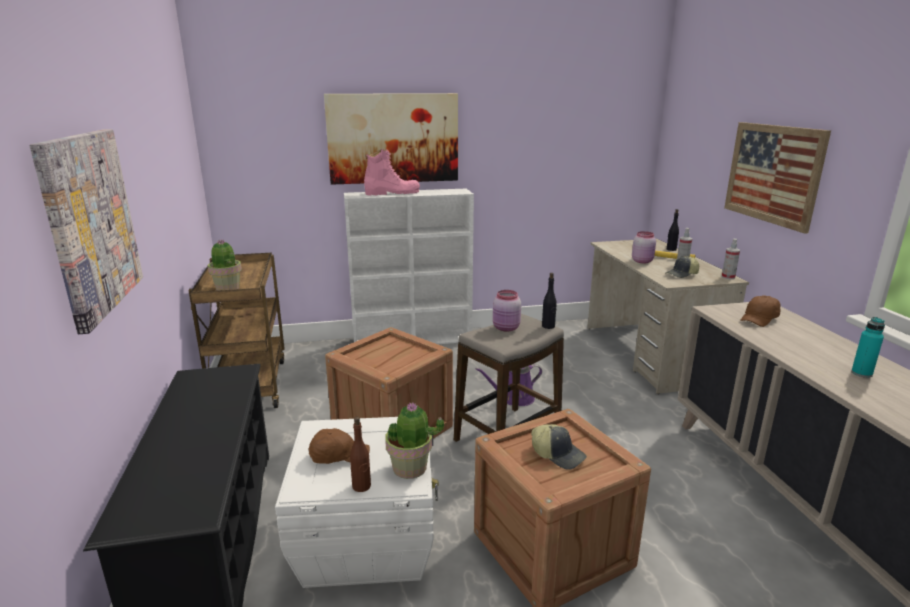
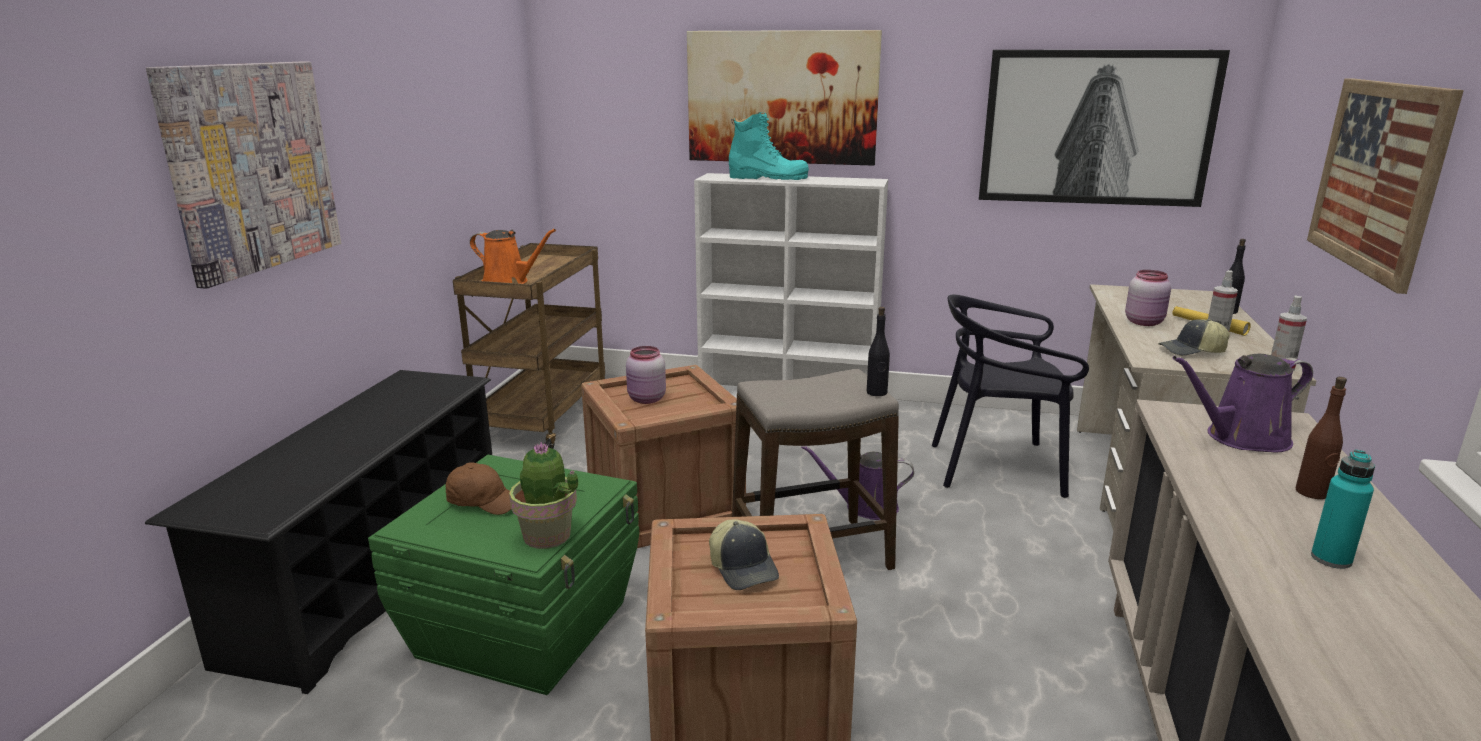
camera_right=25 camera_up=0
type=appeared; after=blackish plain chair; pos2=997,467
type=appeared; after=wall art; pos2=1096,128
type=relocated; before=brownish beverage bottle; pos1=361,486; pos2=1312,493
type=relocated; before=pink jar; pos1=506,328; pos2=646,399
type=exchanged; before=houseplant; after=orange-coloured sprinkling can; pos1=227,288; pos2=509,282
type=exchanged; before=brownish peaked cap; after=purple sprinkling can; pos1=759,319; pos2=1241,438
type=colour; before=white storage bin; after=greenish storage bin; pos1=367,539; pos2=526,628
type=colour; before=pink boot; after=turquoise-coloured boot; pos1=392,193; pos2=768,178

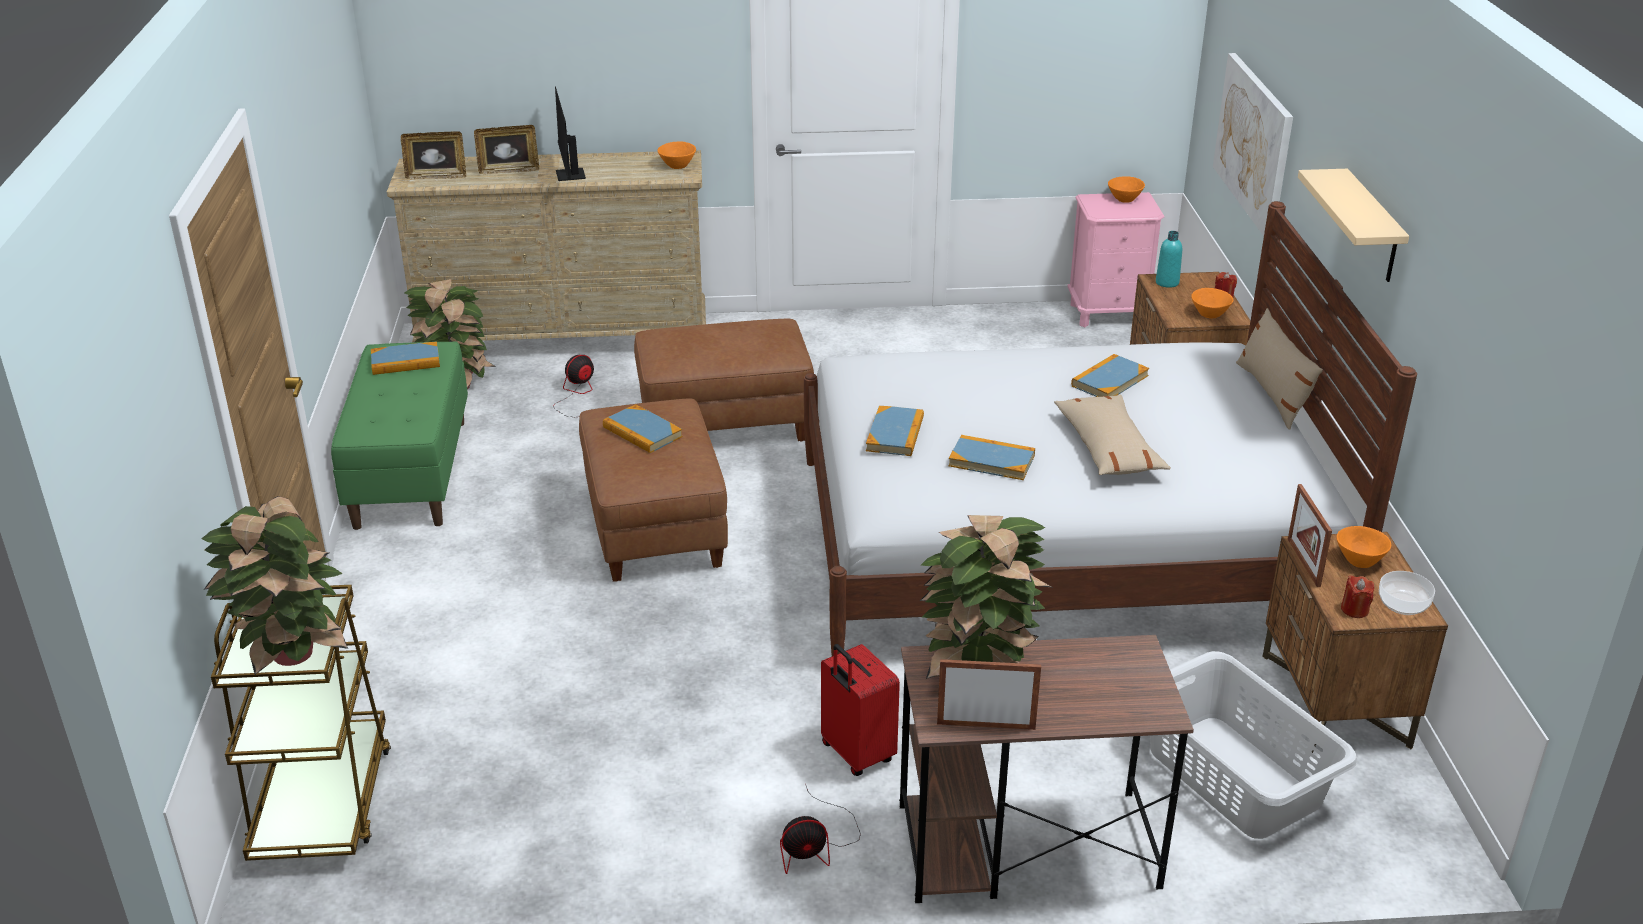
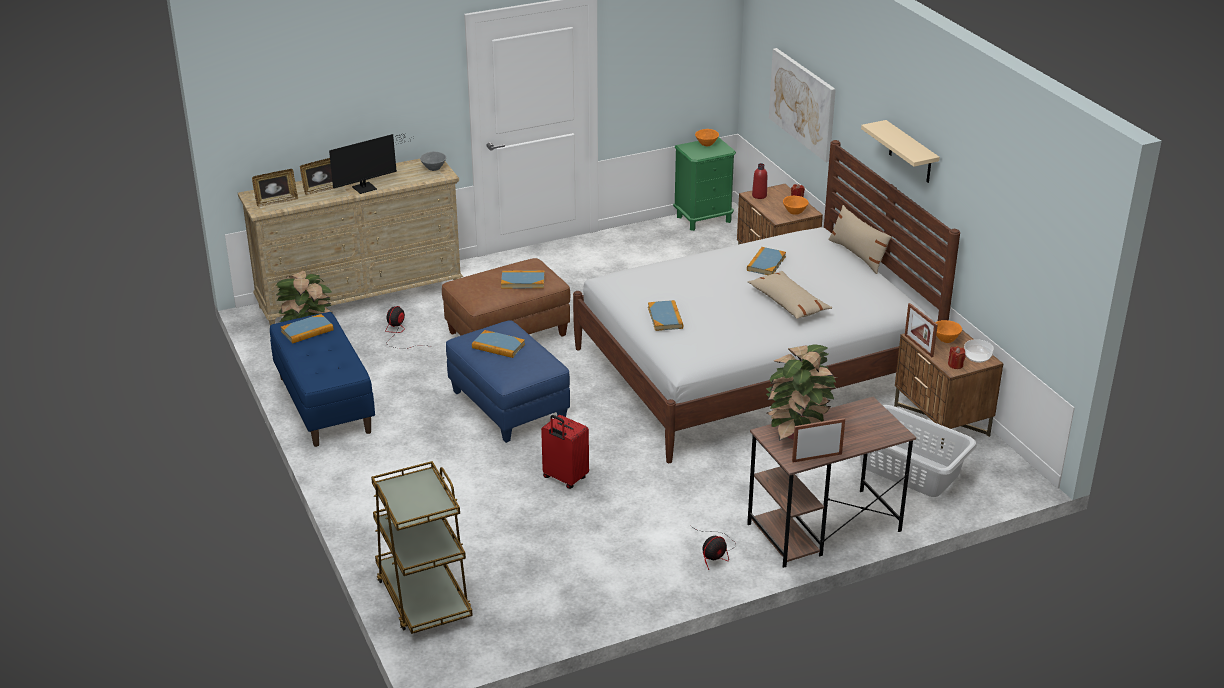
camera_right=-20 camera_up=0
type=missing; before=houseplant; pos1=290,656
type=relocated; before=red-coloured travel case; pos1=856,754; pos2=564,478
type=relocated; before=bound book; pos1=991,461; pos2=523,281
type=colour; before=greenish long seat; after=bluish long seat; pos1=410,472; pos2=324,404
type=colour; before=brownish ottoman; after=bluish ottoman; pos1=653,528; pos2=507,406
type=colour; before=orange-coloured deep dish; after=greyish deep dish; pos1=676,166; pos2=433,168
type=colour; before=pink bedside table; after=greenish bedside table; pos1=1109,313; pos2=703,219
type=colour; before=turquoise-coloured beverage bottle; after=red-coloured beverage bottle; pos1=1167,282; pos2=759,195
type=spun; before=monitor; pos1=569,176; pos2=368,187; turn=-90

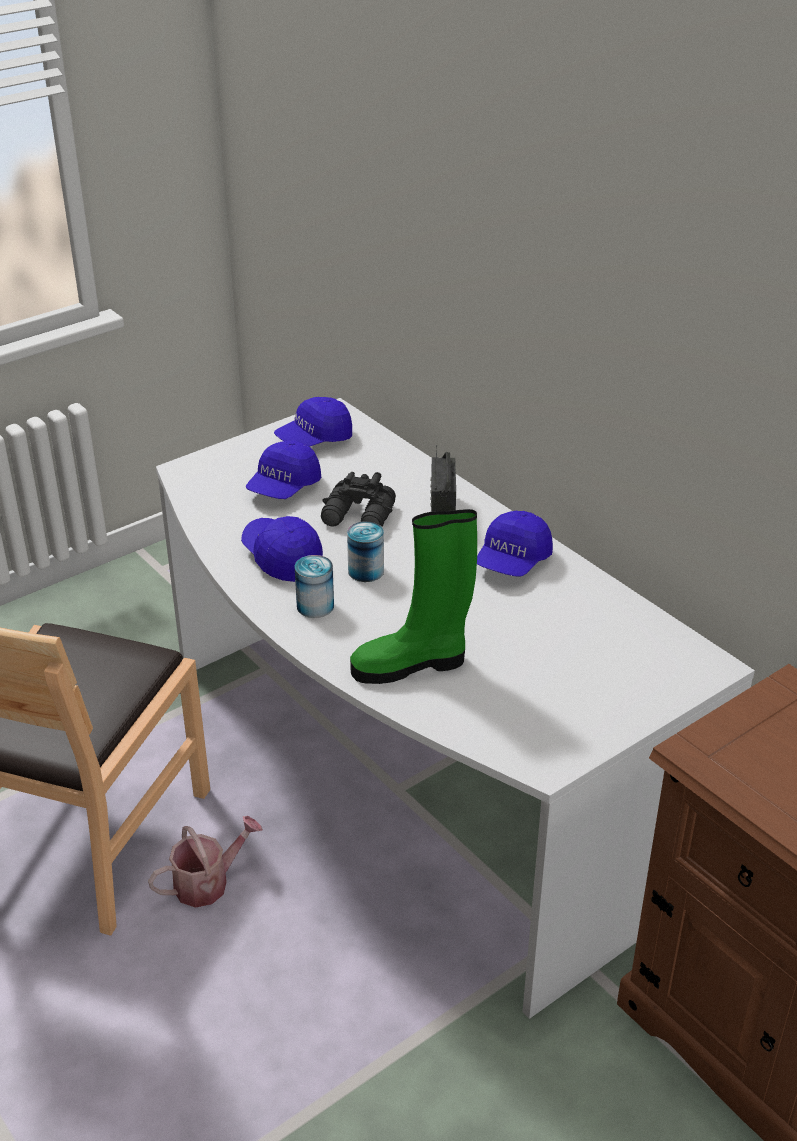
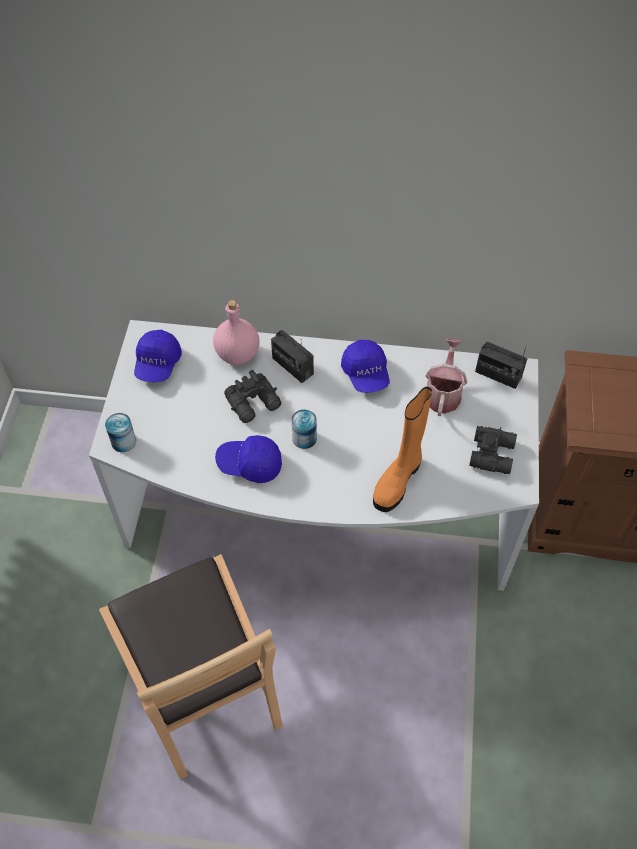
camera_right=-45 camera_up=20
type=missing; before=bluish peaked cap; pos1=284,487
type=appeared; after=pink beverage bottle; pos2=238,354
type=appeared; after=blackish binoculars; pos2=493,453
type=appeared; after=radio set; pos2=498,375
type=relocated; before=sprinkling can; pos1=208,882; pos2=443,393
type=relocated; before=sealed can; pos1=315,606; pos2=123,441
type=colour; before=greenish boot; after=orange-coloured boot; pos1=412,665; pos2=398,480

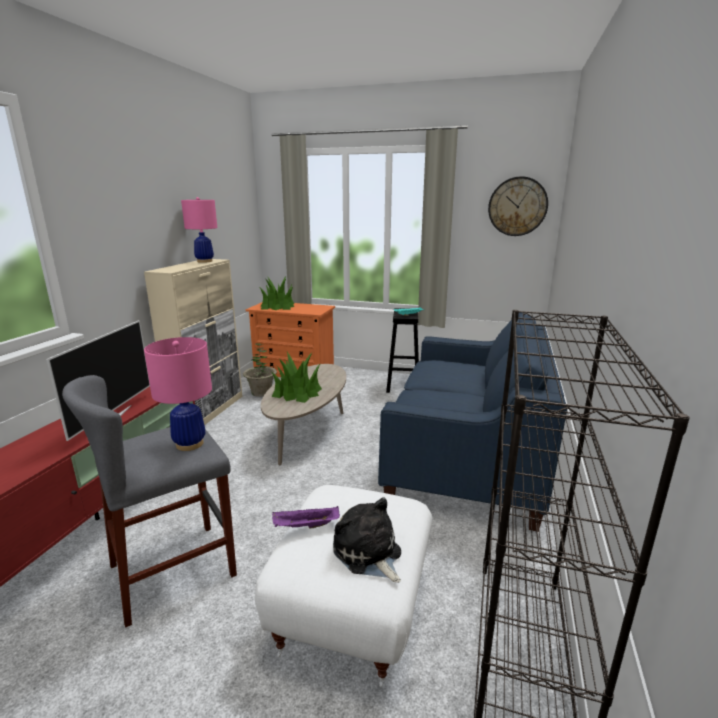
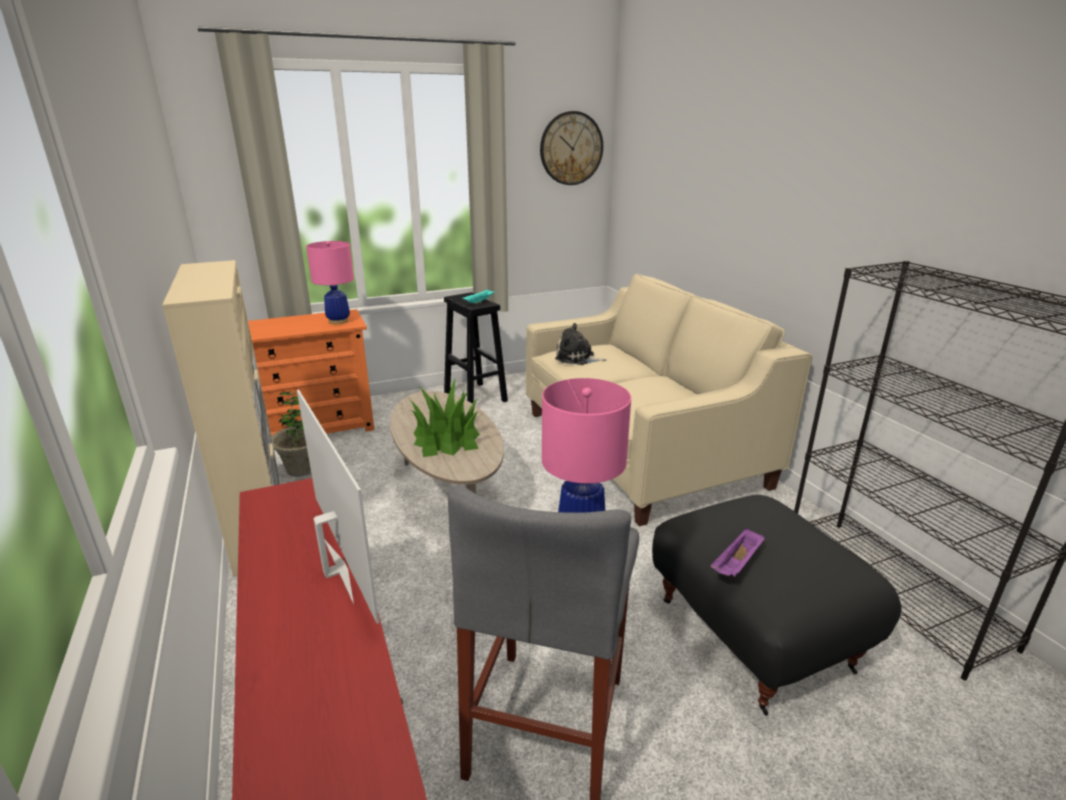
camera_right=-40 camera_up=5
type=missing; before=houseplant; pos1=277,306
type=relocated; before=pink lamp for a table; pos1=205,261; pos2=338,321
type=relocated; before=soft toy; pos1=368,553; pos2=577,358
type=colour; before=white ottoman; after=blackish ottoman; pos1=353,610; pos2=756,633
type=colour; before=bluish sofa; after=sand-coloured sofa; pos1=467,455; pos2=640,448

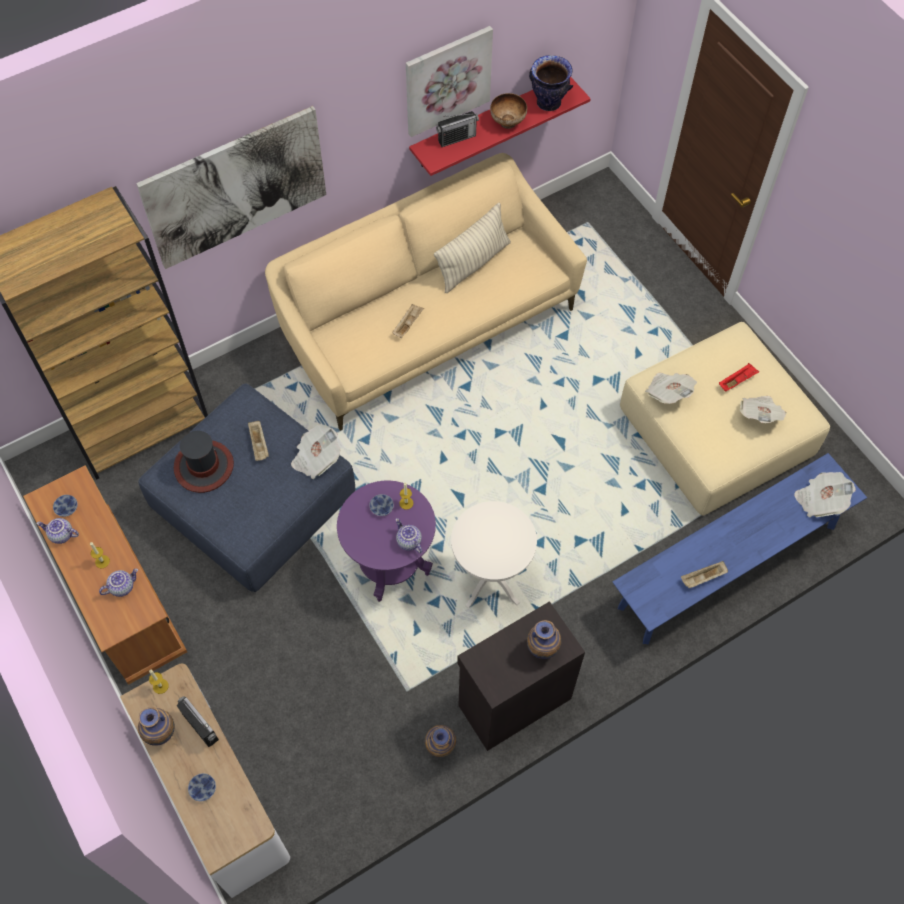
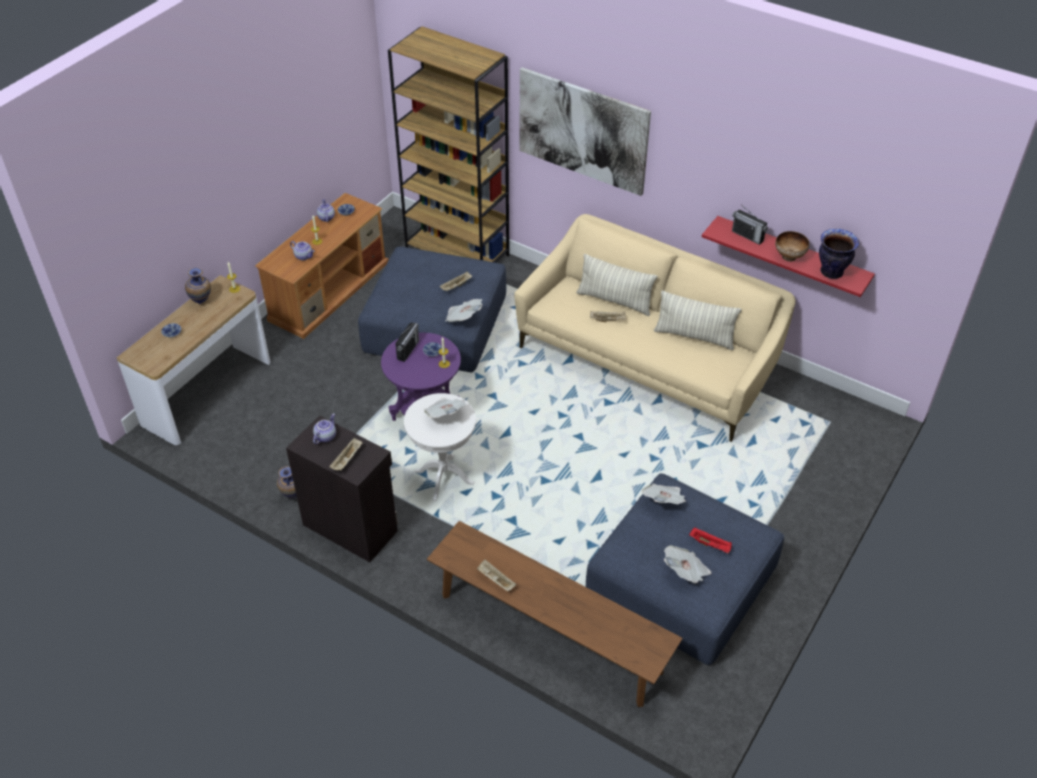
camera_right=65 camera_up=-15
type=missing; before=wearable hat; pos1=204,467
type=missing; before=wall art; pos1=447,80
type=appeared; after=cushion; pos2=614,301
type=relocated; before=radio set; pos1=200,726; pos2=408,350
type=relocated; before=teapot; pos1=408,542; pos2=325,436
type=relocated; before=printed paper; pos1=820,500; pos2=445,415
type=exchanged; before=decorative vase; after=sand-coloured carrying tray; pos1=542,649; pos2=347,460
type=colour; before=bluish long seat; after=brownish long seat; pos1=728,566; pos2=549,633
type=colour; before=sand-coloured ottoman; after=bluish ottoman; pos1=717,431; pos2=682,583

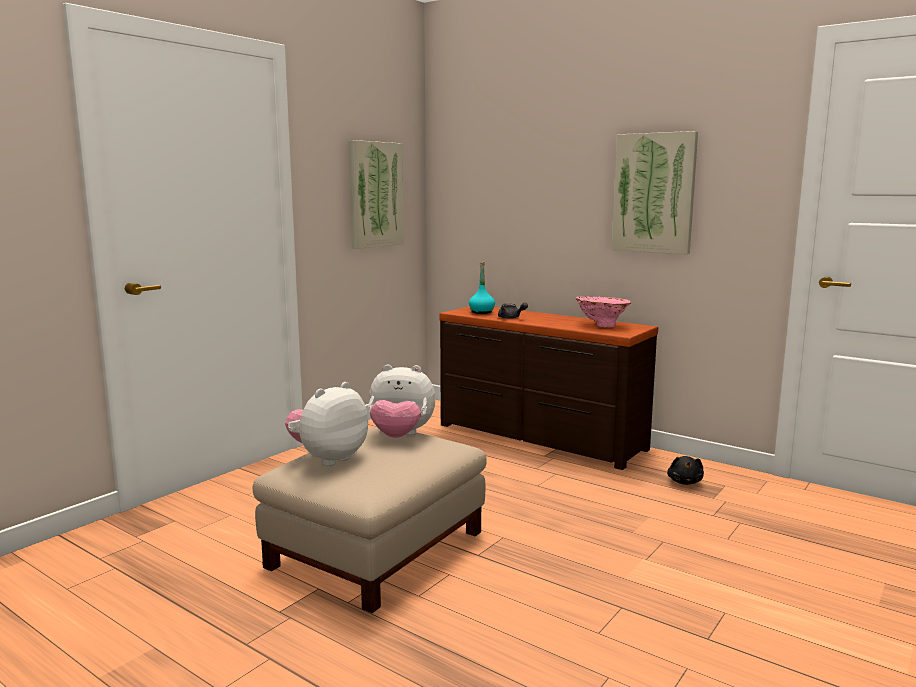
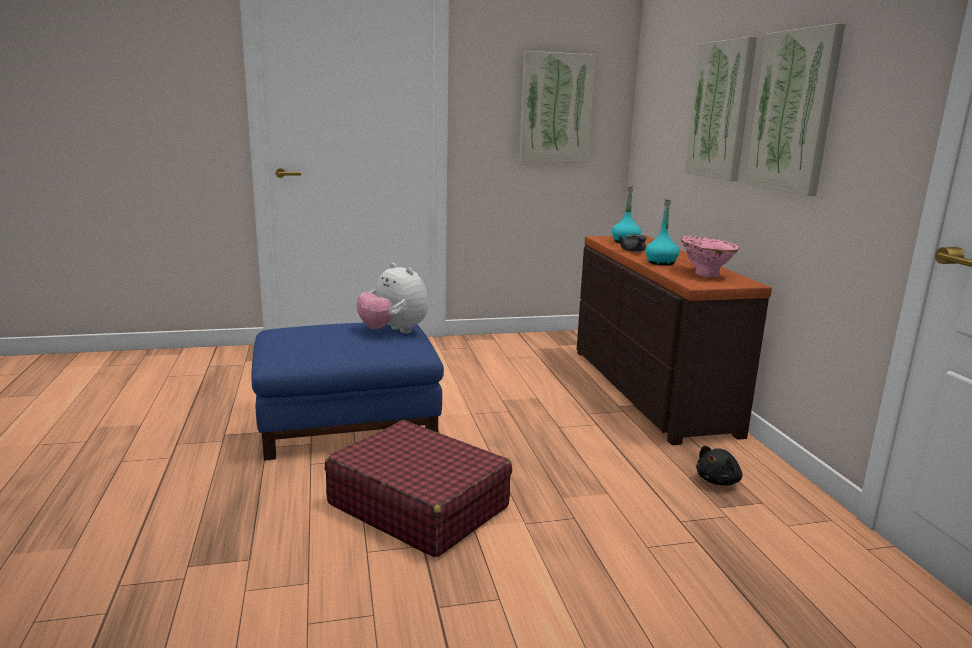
camera_right=40 camera_up=5
type=missing; before=soft toy; pos1=328,458
type=appeared; after=red-coloured travel case; pos2=418,505
type=appeared; after=turquoise-coloured beverage bottle; pos2=661,262
type=appeared; after=wall art; pos2=721,110
type=colour; before=sand-coloured ottoman; after=bluish ottoman; pos1=378,550; pos2=347,424

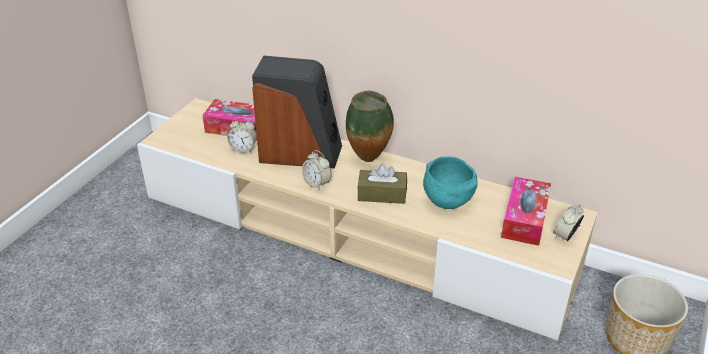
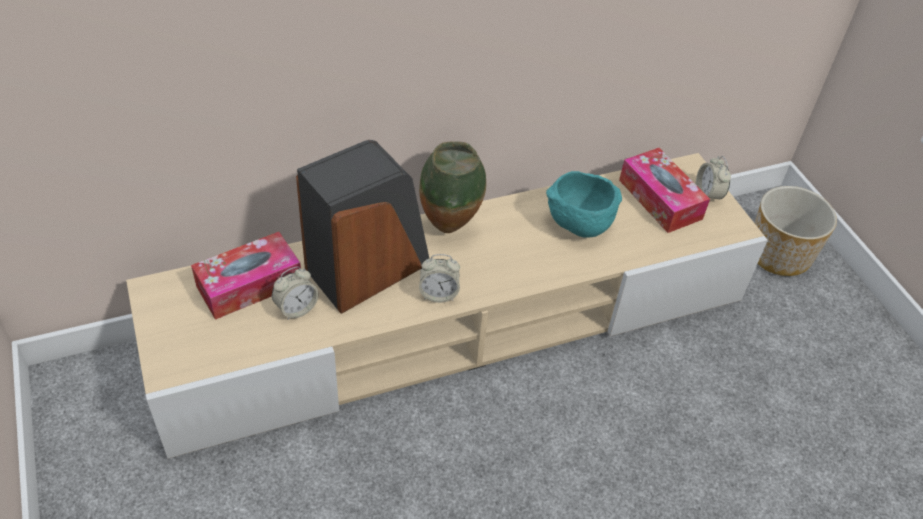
camera_right=-50 camera_up=10
type=missing; before=brownish box of tissues; pos1=382,194

